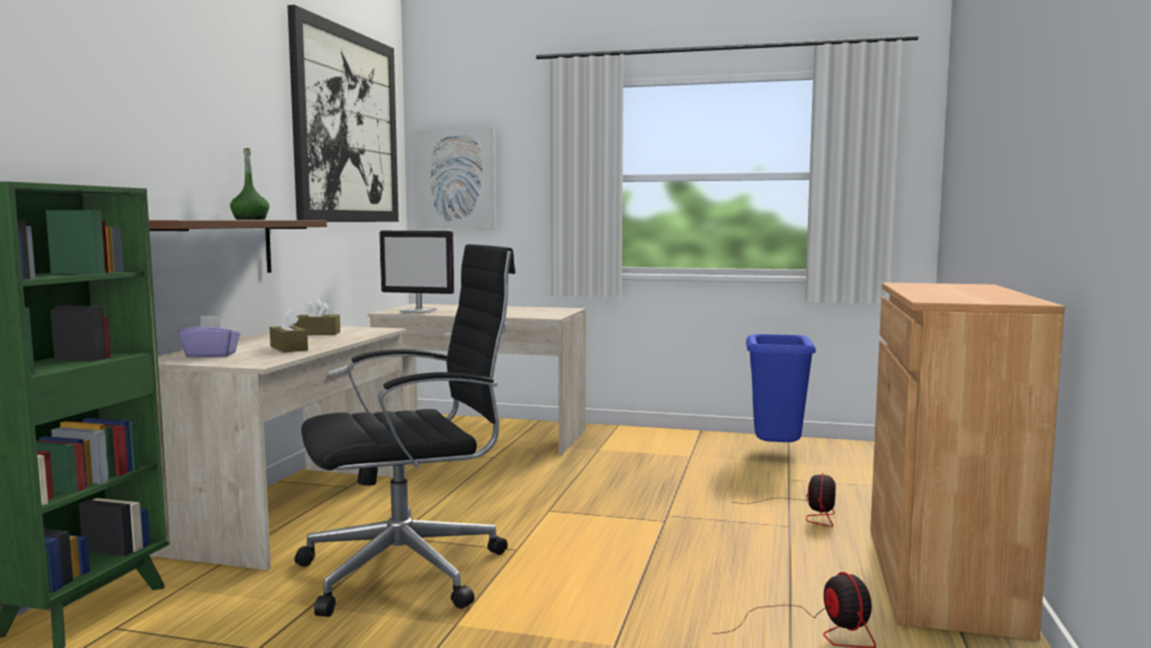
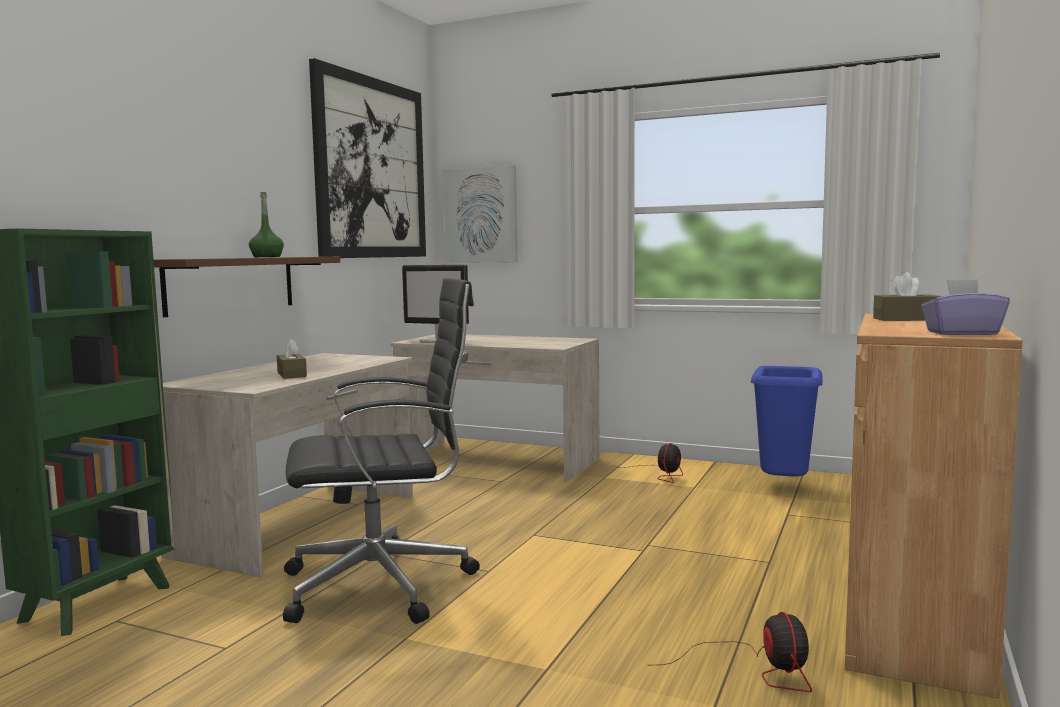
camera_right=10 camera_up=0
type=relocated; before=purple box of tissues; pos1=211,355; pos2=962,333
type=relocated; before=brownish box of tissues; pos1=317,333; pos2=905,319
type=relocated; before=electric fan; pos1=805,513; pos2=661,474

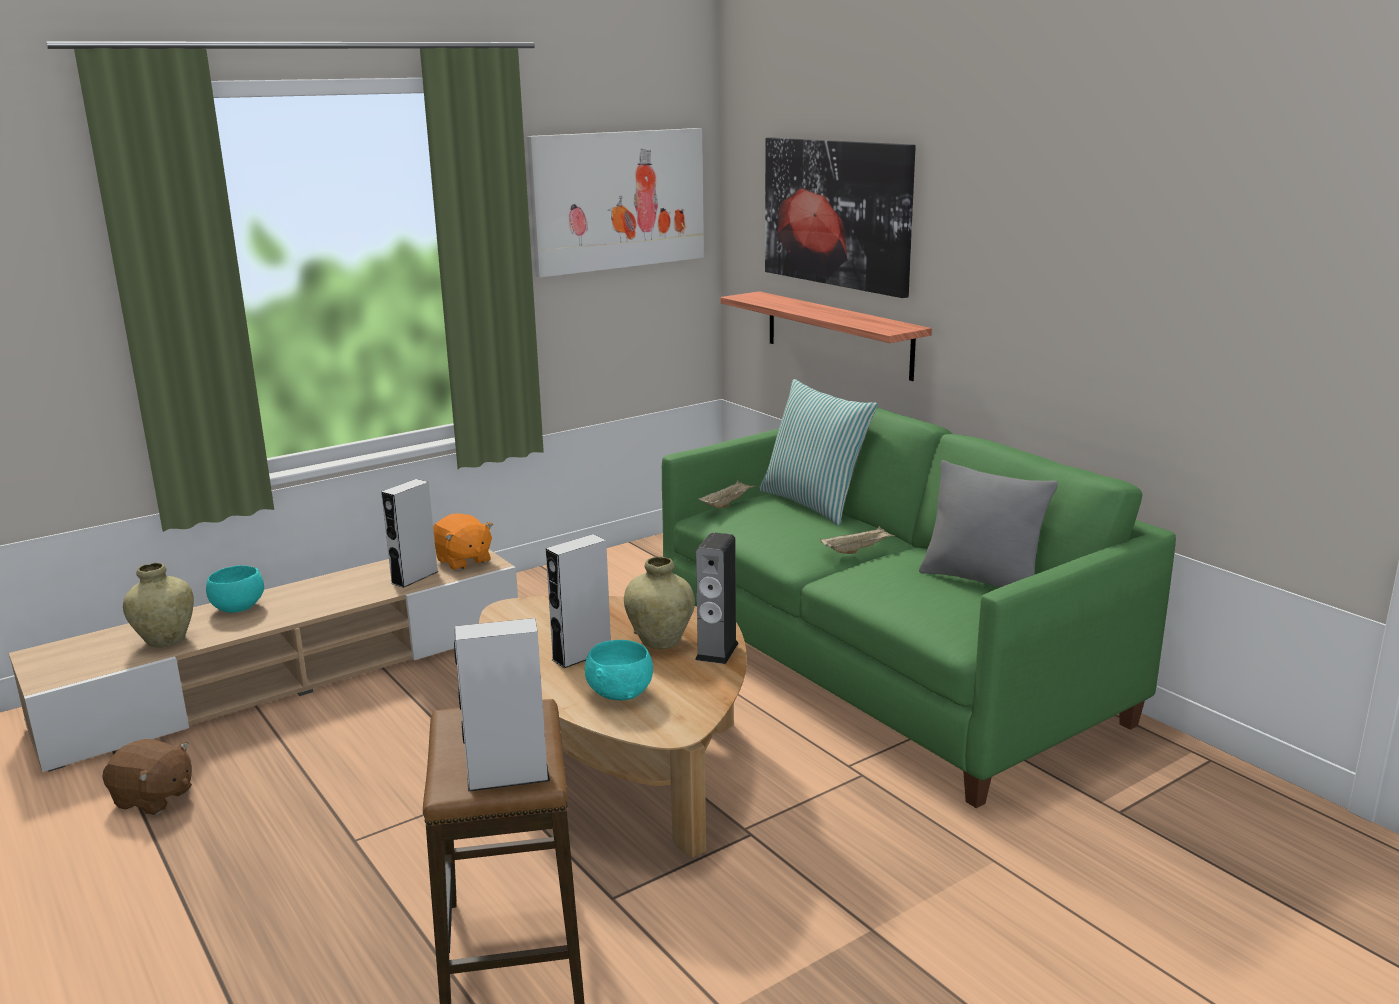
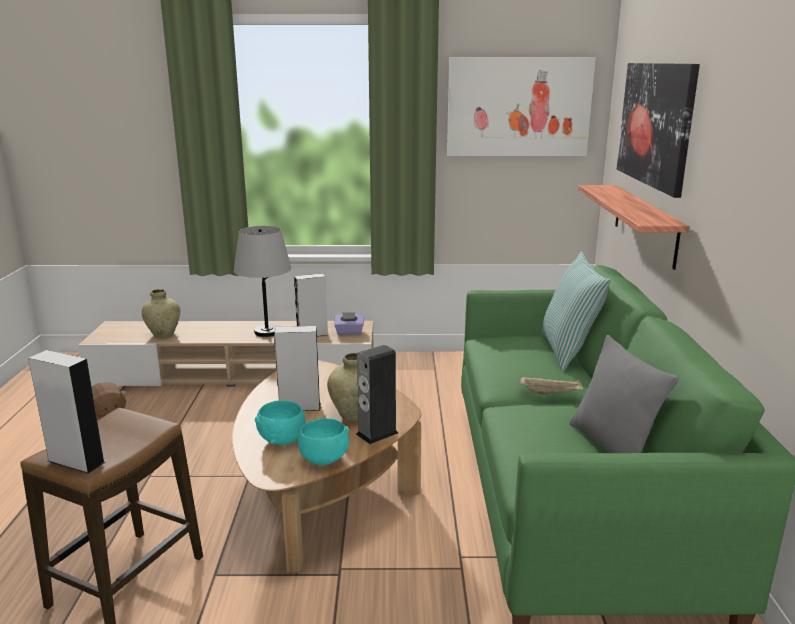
camera_right=35 camera_up=0
type=missing; before=sand-coloured carrying tray; pos1=727,504
type=appeared; after=greyish lamp for a table; pos2=267,332
type=relocated; before=turquoise-coloured deep dish; pos1=237,608; pos2=323,459
type=exchanged; before=orange-coloured soft toy; after=purple box of tissues; pos1=463,561; pos2=349,332

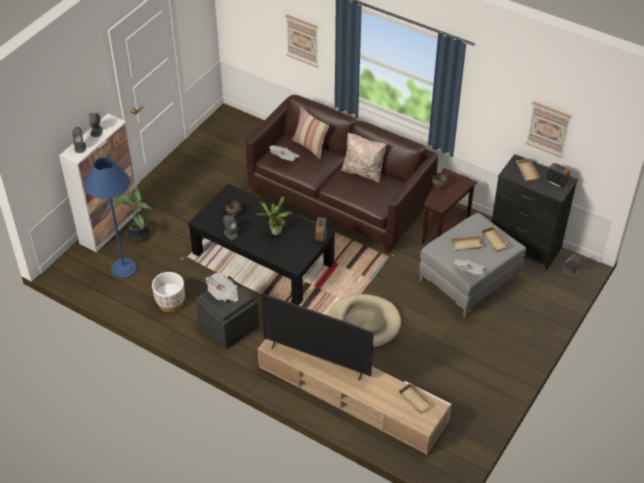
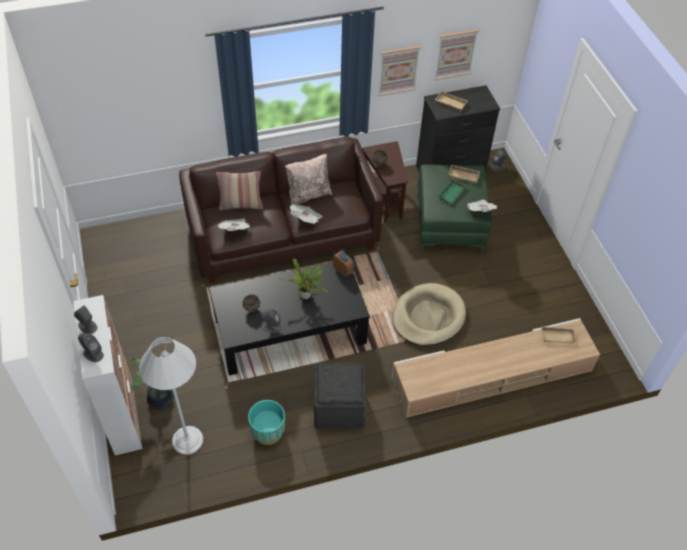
camera_right=-50 camera_up=5
type=missing; before=TV; pos1=317,359
type=missing; before=table clock; pos1=556,182
type=relocated; before=printed paper; pos1=223,294; pos2=306,219
type=relocated; before=wall art; pos1=302,40; pos2=398,70
type=colour; before=bluish standard lamp; after=white standard lamp; pos1=124,268; pos2=187,440
type=colour; before=white plant pot; after=turquoise-coloured plant pot; pos1=170,303; pos2=268,432
type=colour; before=greyish ottoman; after=greenish ottoman; pos1=469,279; pos2=449,224
type=colour; before=sand-coloured carrying tray; after=greenish carrying tray; pos1=466,245; pos2=452,194

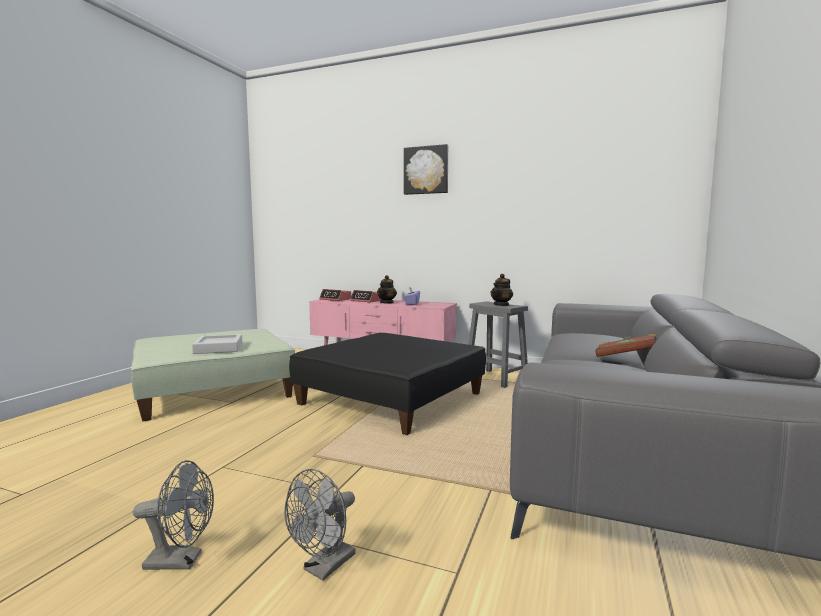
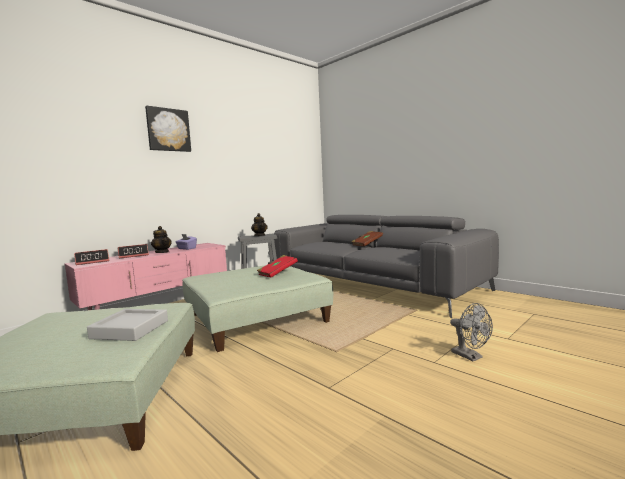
camera_right=-65 camera_up=0
type=missing; before=greyish electric fan; pos1=181,560
type=appeared; after=red-coloured bound book; pos2=277,273
type=colour; before=blackish ottoman; after=greenish ottoman; pos1=392,399; pos2=256,318

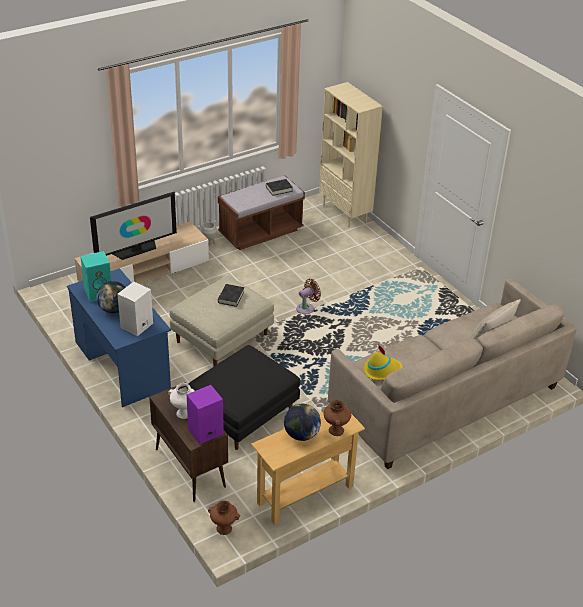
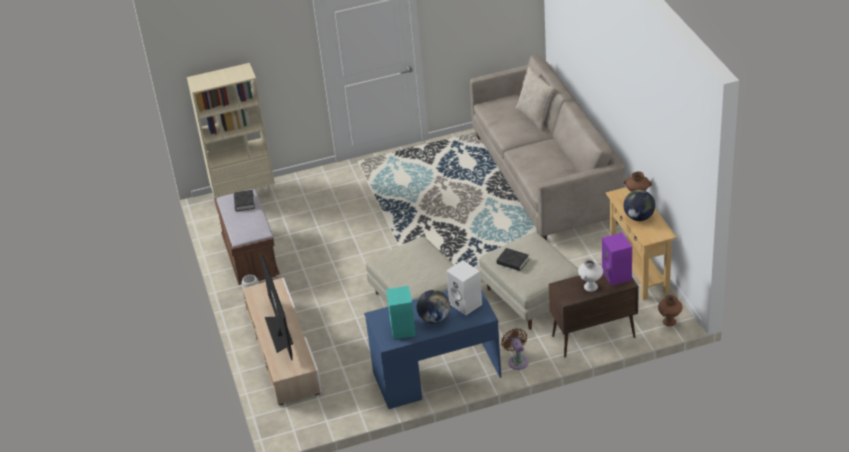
camera_right=-70 camera_up=0
type=missing; before=yellow-coloured wearable hat; pos1=382,370
type=relocated; before=blackish bound book; pos1=231,297; pos2=513,262
type=relocated; before=brownish electric fan; pos1=307,308; pos2=517,361
type=colour; before=blackish ottoman; after=sand-coloured ottoman; pos1=244,413; pos2=531,297

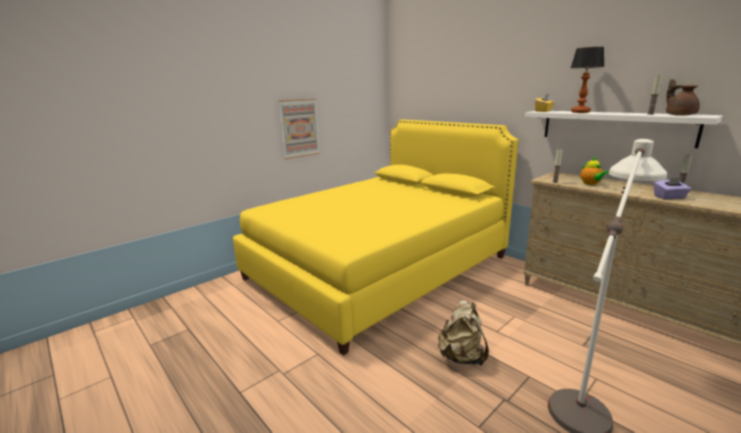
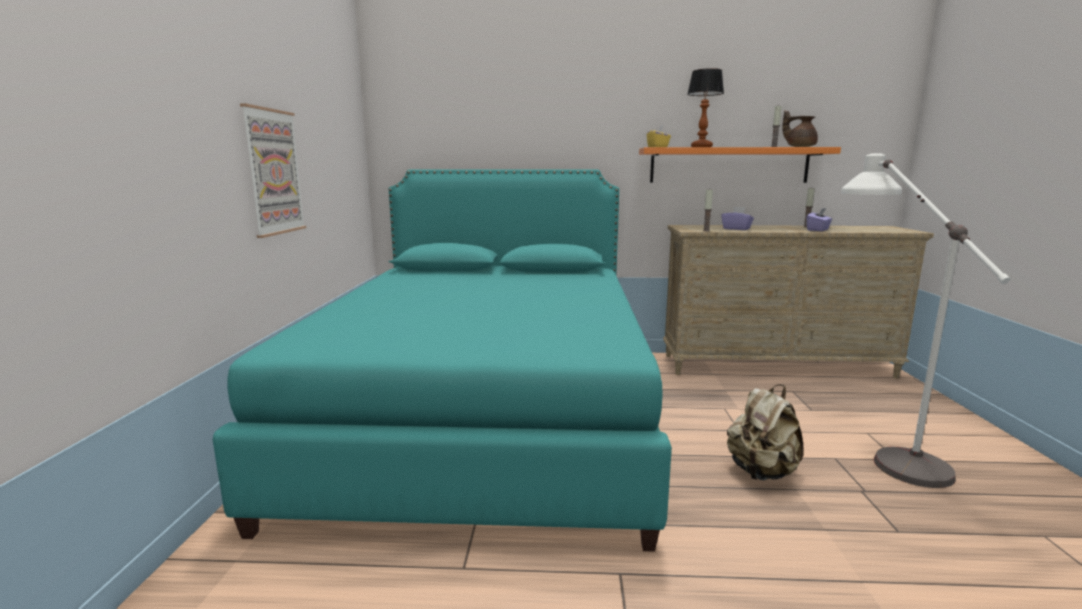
camera_right=-45 camera_up=-5
type=exchanged; before=teapot; after=purple box of tissues; pos1=591,184; pos2=736,229
type=colour; before=yellow-coloured sleeping bed; after=turquoise-coloured sleeping bed; pos1=378,267; pos2=485,416
type=colour; before=white shelf; after=orange-coloured shelf; pos1=614,127; pos2=729,165

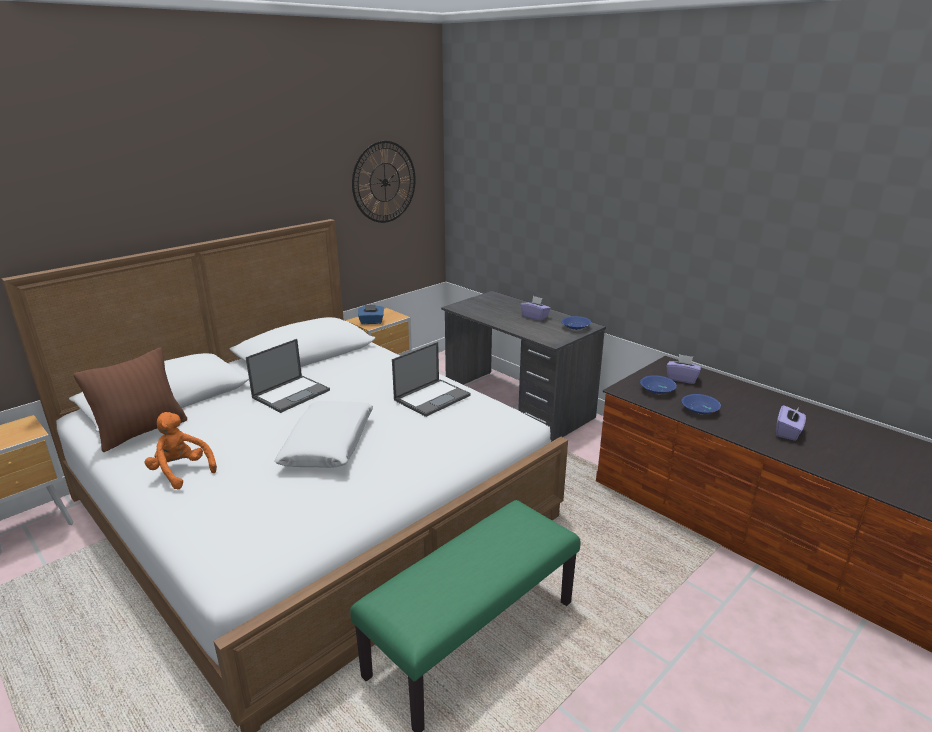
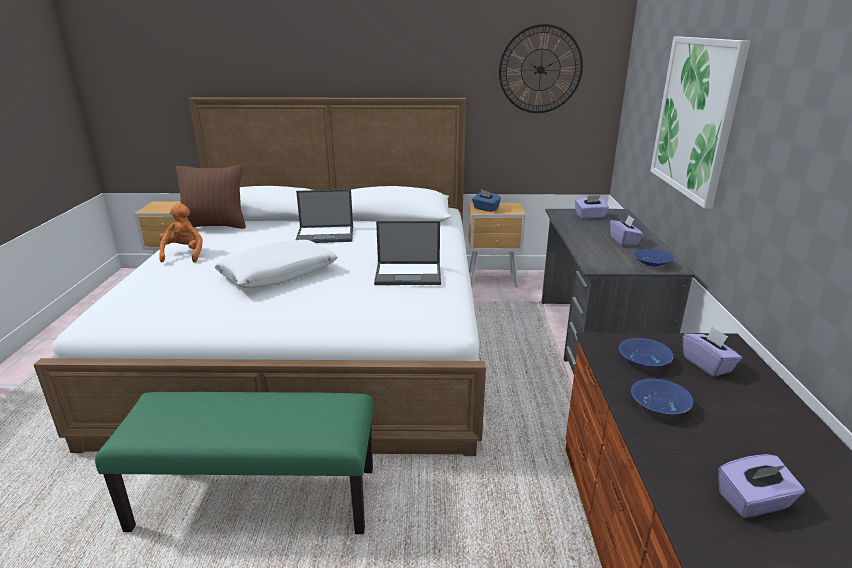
camera_right=45 camera_up=0
type=appeared; after=purple box of tissues; pos2=590,216
type=appeared; after=wall art; pos2=695,117

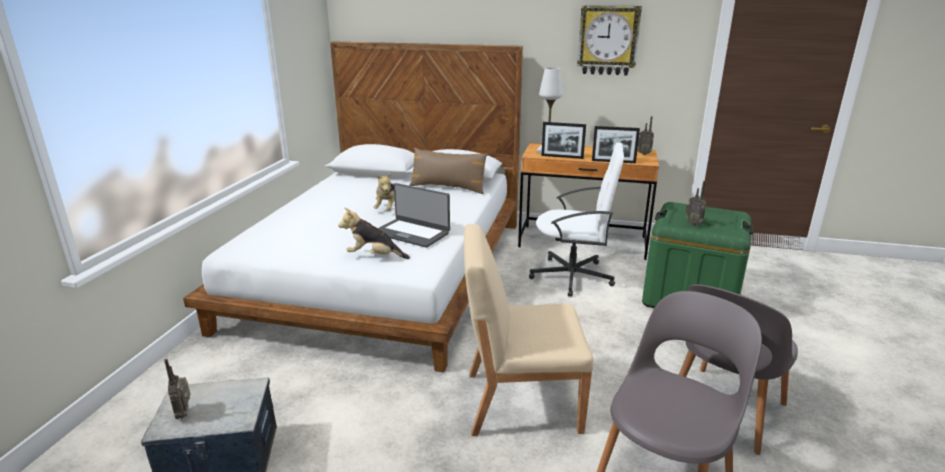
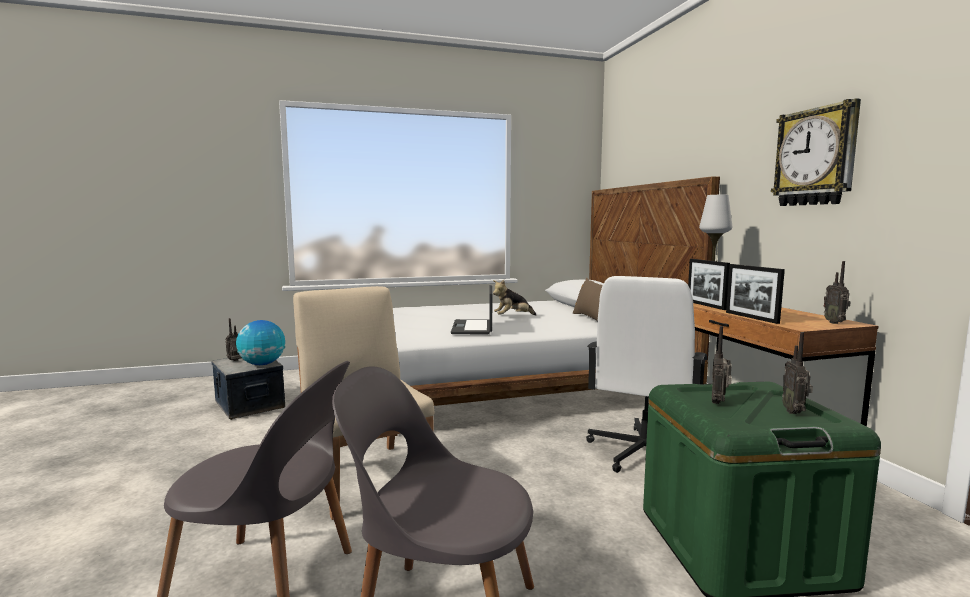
camera_right=60 camera_up=-15
type=missing; before=soft toy; pos1=374,256
type=appeared; after=desk globe; pos2=262,364
type=appeared; after=radio set; pos2=794,412
type=spun; before=white computer chair; pos1=573,276; pos2=643,453; turn=45

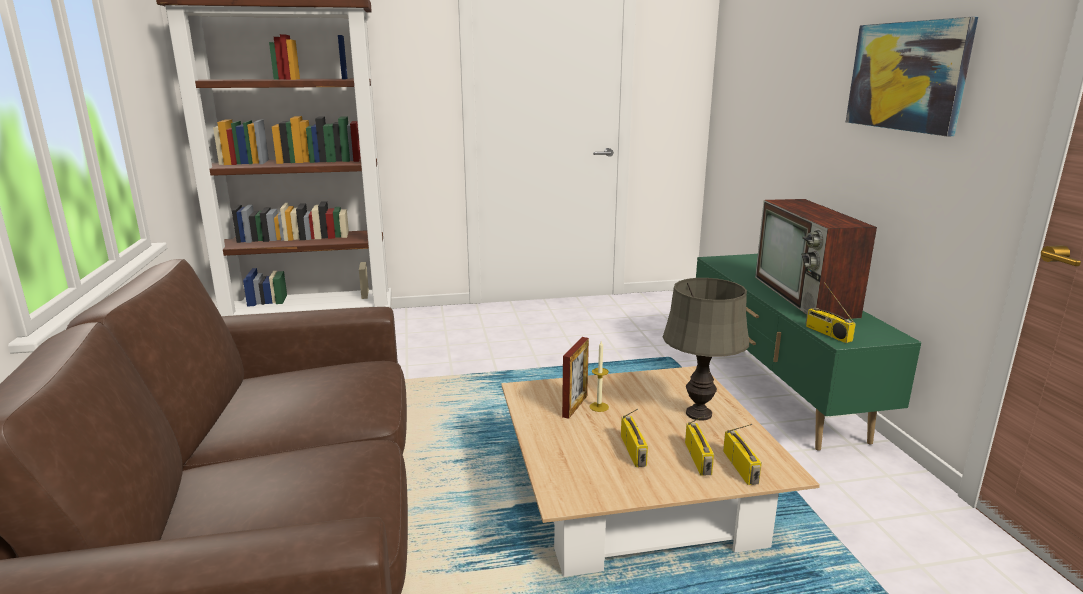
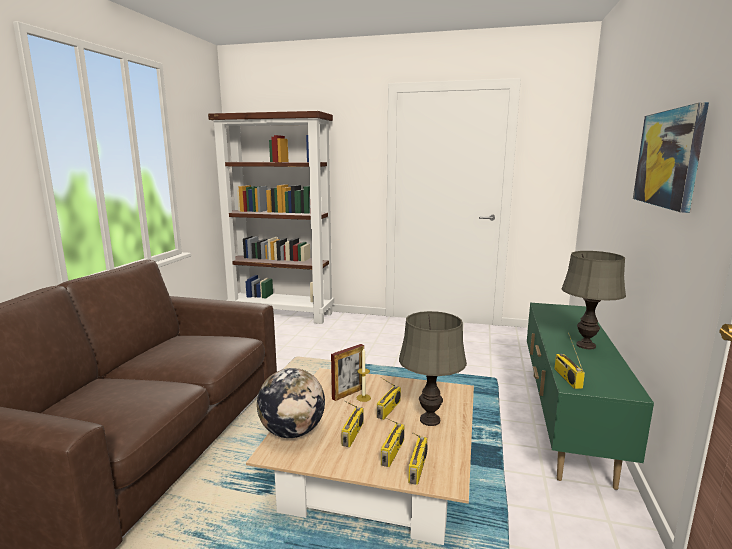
camera_right=25 camera_up=-5
type=appeared; after=desk globe; pos2=292,432
type=appeared; after=radio set; pos2=389,409
type=exchanged; before=TV; after=greyish lamp for a table; pos1=805,297; pos2=586,346

